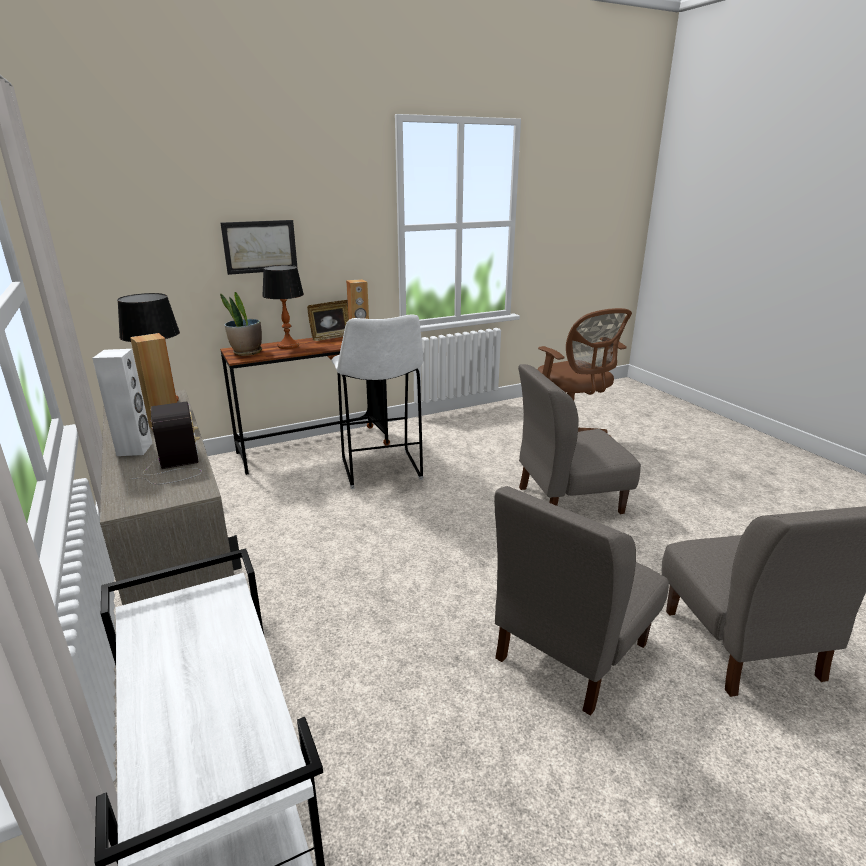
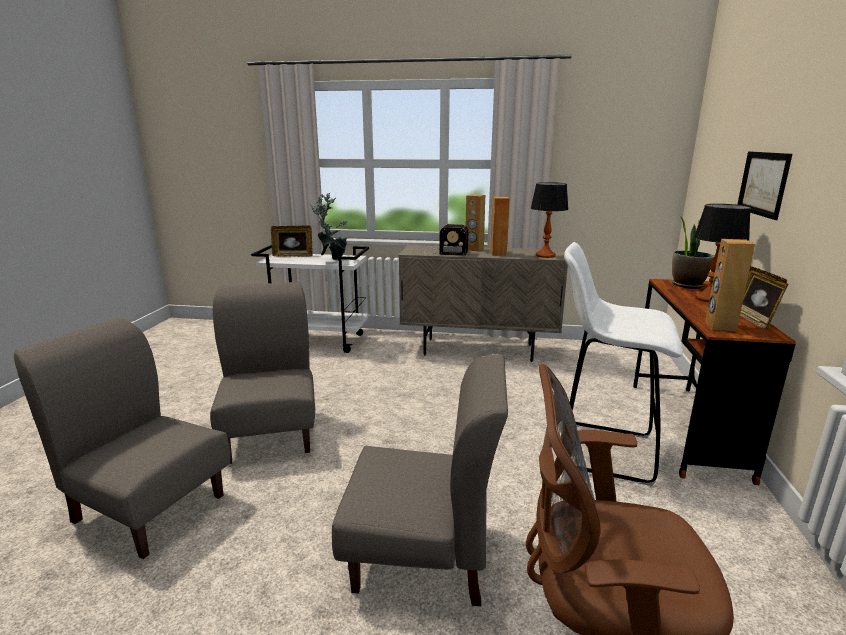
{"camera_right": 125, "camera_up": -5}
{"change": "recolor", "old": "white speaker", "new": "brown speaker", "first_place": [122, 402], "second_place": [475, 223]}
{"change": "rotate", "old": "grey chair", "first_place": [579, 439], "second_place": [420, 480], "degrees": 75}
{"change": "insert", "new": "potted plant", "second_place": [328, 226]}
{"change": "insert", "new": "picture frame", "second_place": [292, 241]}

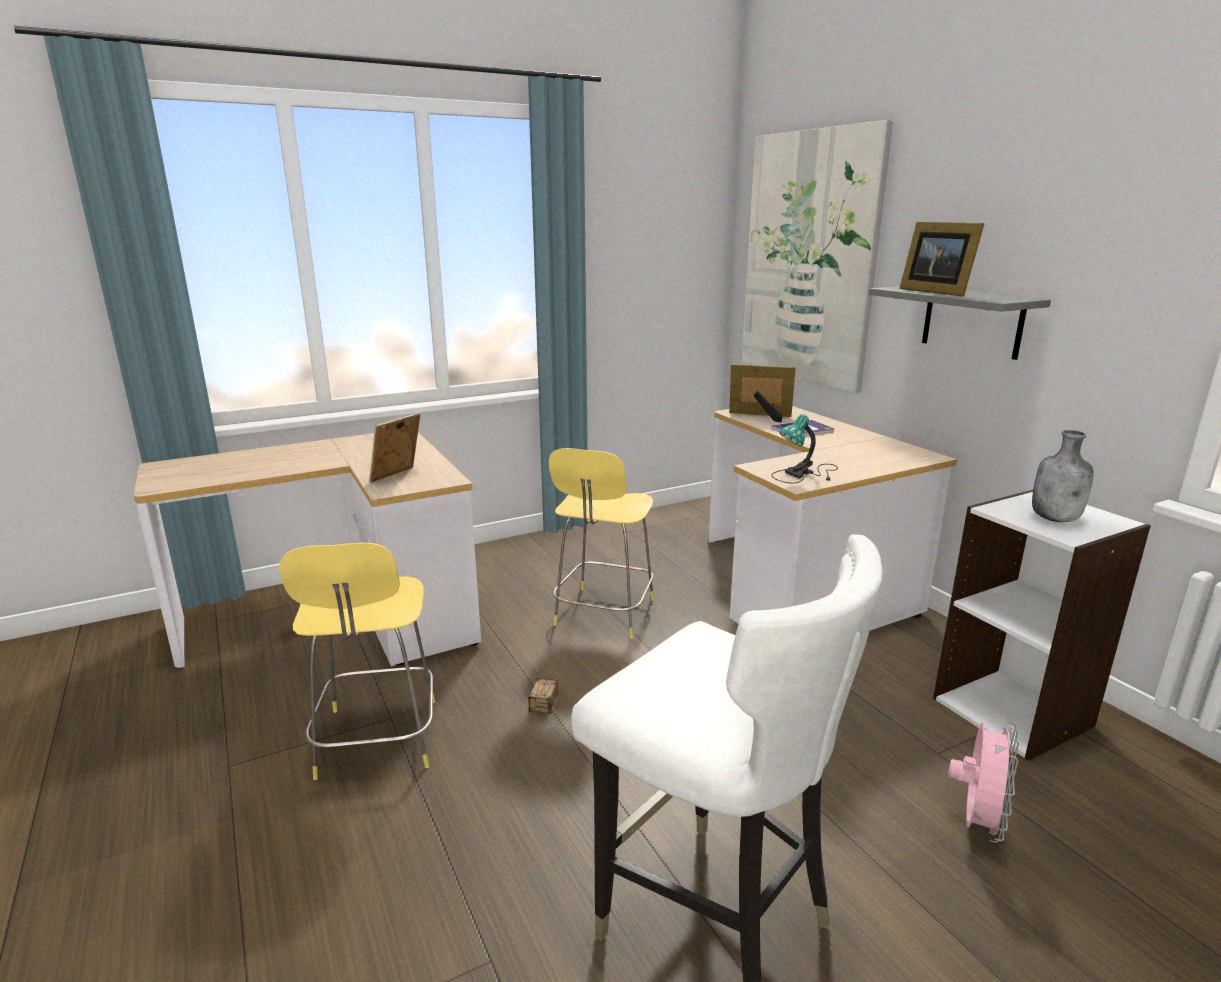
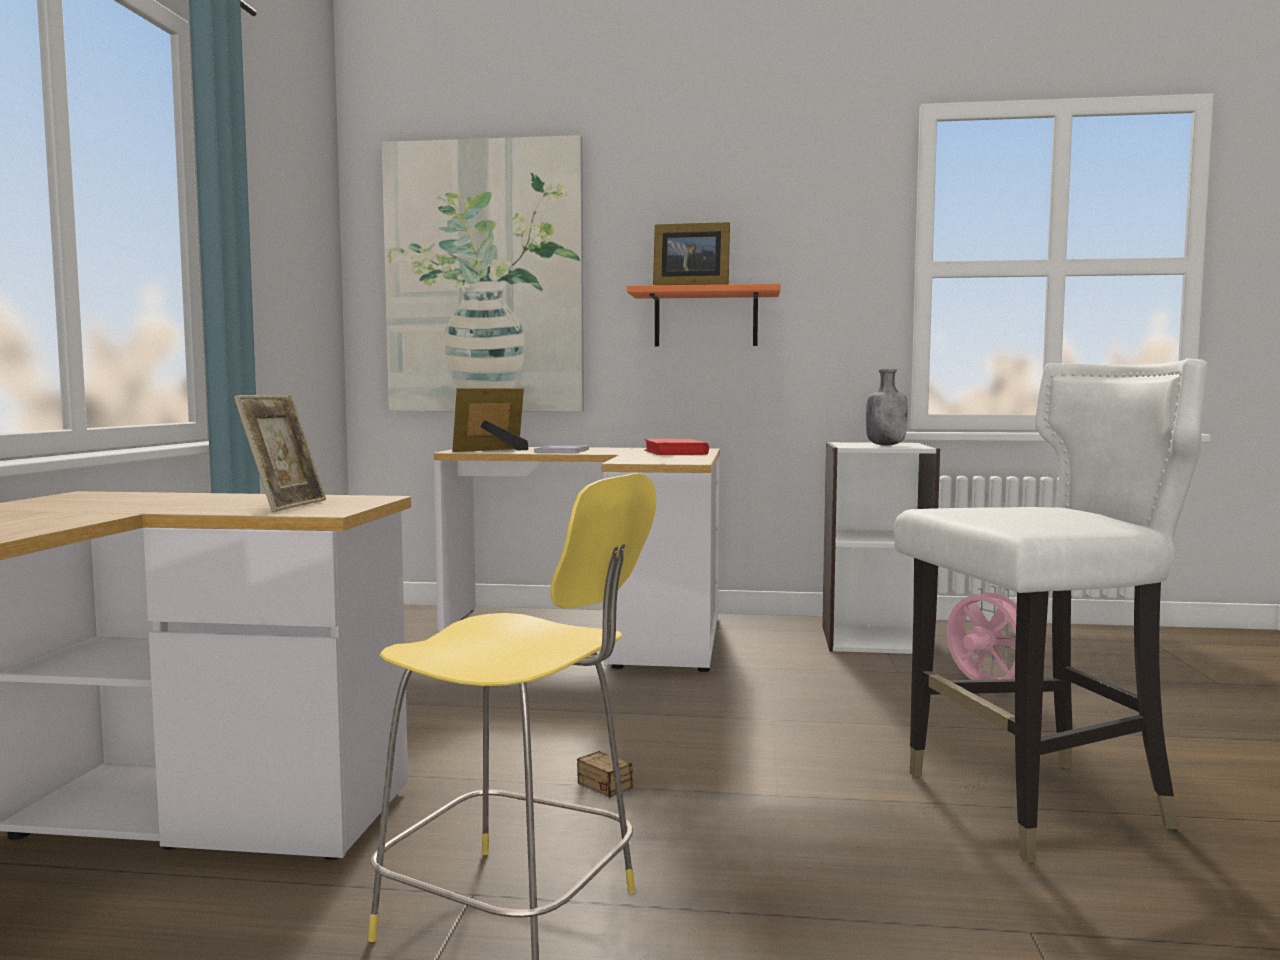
{"camera_right": -55, "camera_up": -15}
{"change": "recolor", "old": "grey shelf", "new": "orange shelf", "first_place": [960, 323], "second_place": [704, 315]}
{"change": "rotate", "old": "picture frame", "first_place": [394, 448], "second_place": [280, 453], "degrees": -150}
{"change": "delete", "old": "table lamp", "first_place": [805, 449]}
{"change": "delete", "old": "yellow stool", "first_place": [601, 543]}
{"change": "insert", "new": "red book", "second_place": [676, 447]}

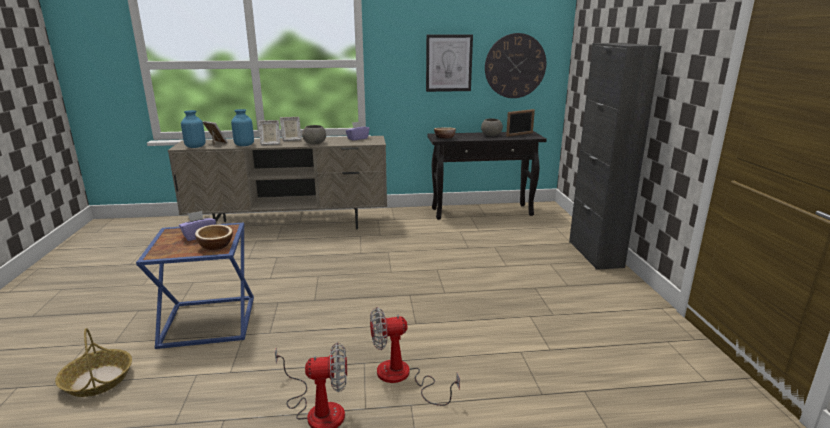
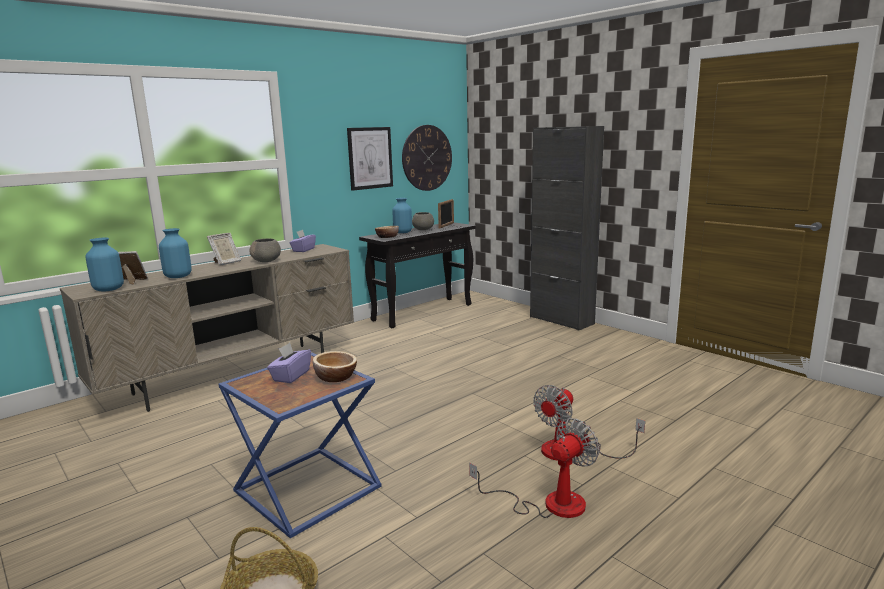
{"camera_right": -35, "camera_up": -5}
{"change": "delete", "old": "picture frame", "first_place": [269, 133]}
{"change": "insert", "new": "blue vase", "second_place": [402, 215]}

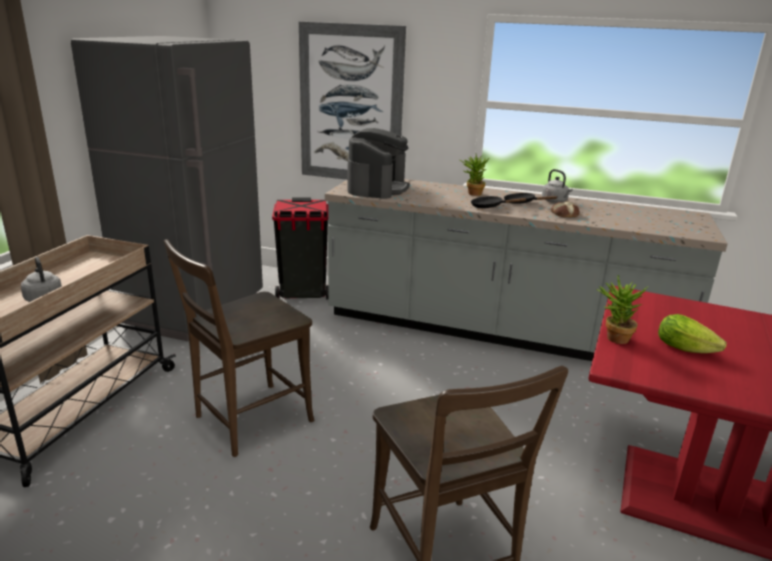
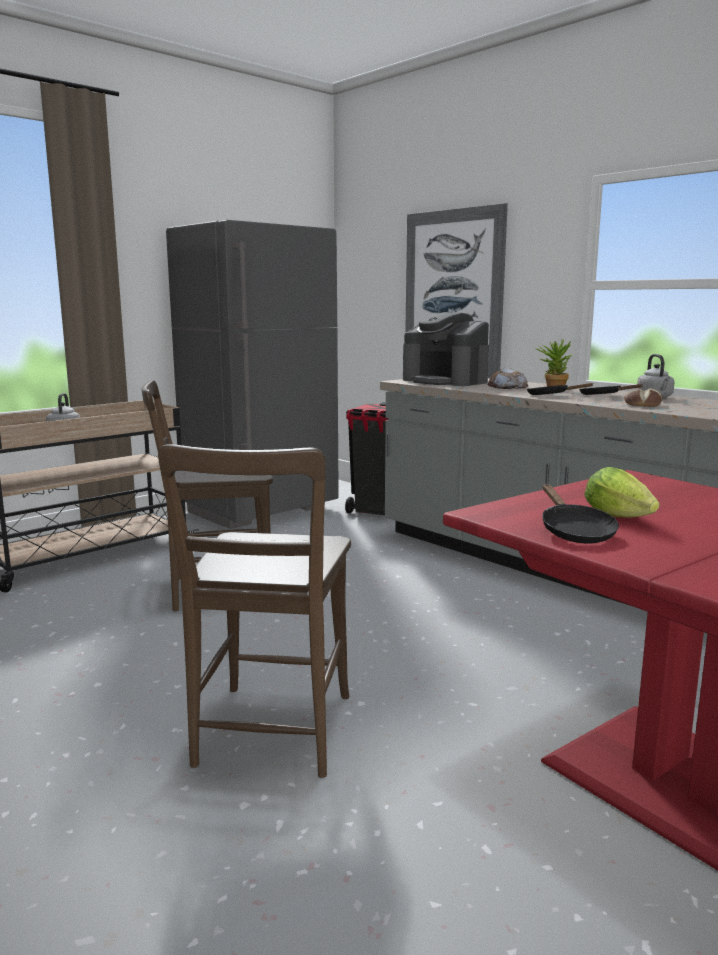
{"camera_right": 30, "camera_up": -10}
{"change": "rotate", "old": "coffee machine", "first_place": [378, 163], "second_place": [446, 349], "degrees": 90}
{"change": "delete", "old": "potted plant", "first_place": [622, 309]}
{"change": "insert", "new": "bread", "second_place": [508, 378]}
{"change": "insert", "new": "black frying pan", "second_place": [580, 513]}

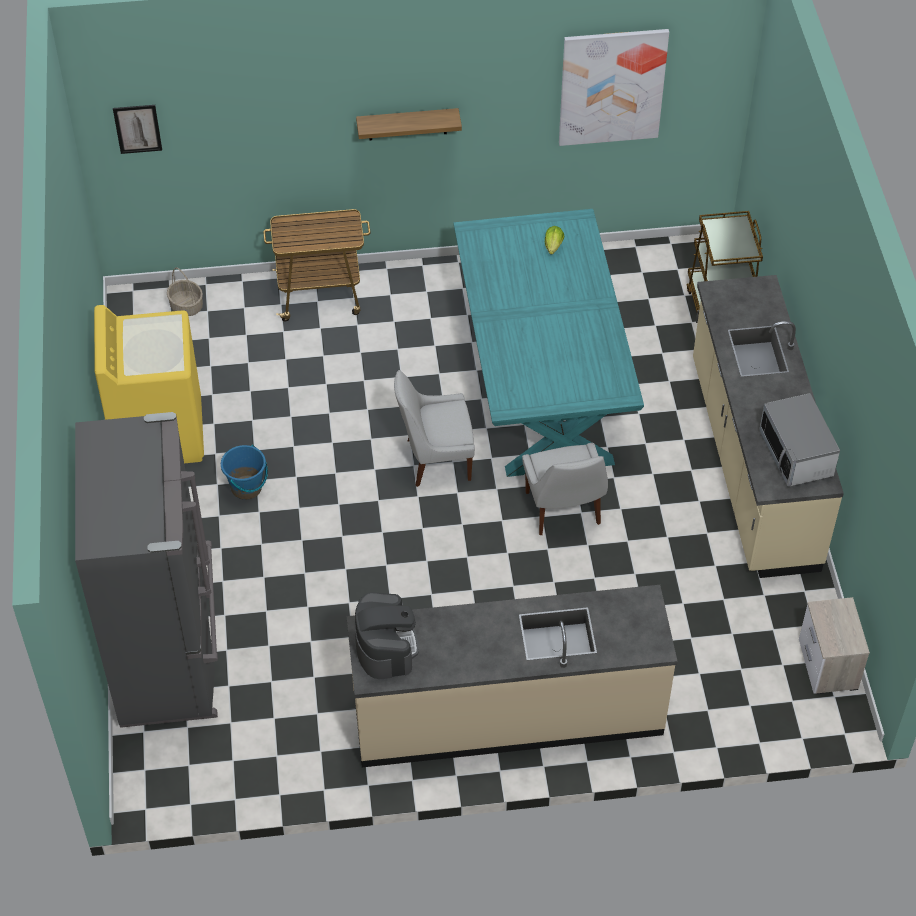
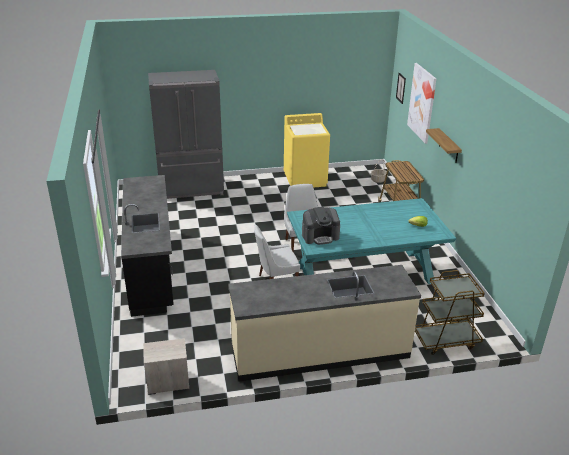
{"camera_right": 85, "camera_up": -20}
{"change": "move", "old": "picture", "first_place": [614, 87], "second_place": [421, 103]}
{"change": "delete", "old": "microwave", "first_place": [799, 440]}
{"change": "delete", "old": "blue bucket", "first_place": [244, 472]}
{"change": "recolor", "old": "beige counter", "new": "black counter", "first_place": [512, 676], "second_place": [147, 246]}
{"change": "move", "old": "coffee machine", "first_place": [387, 635], "second_place": [321, 226]}

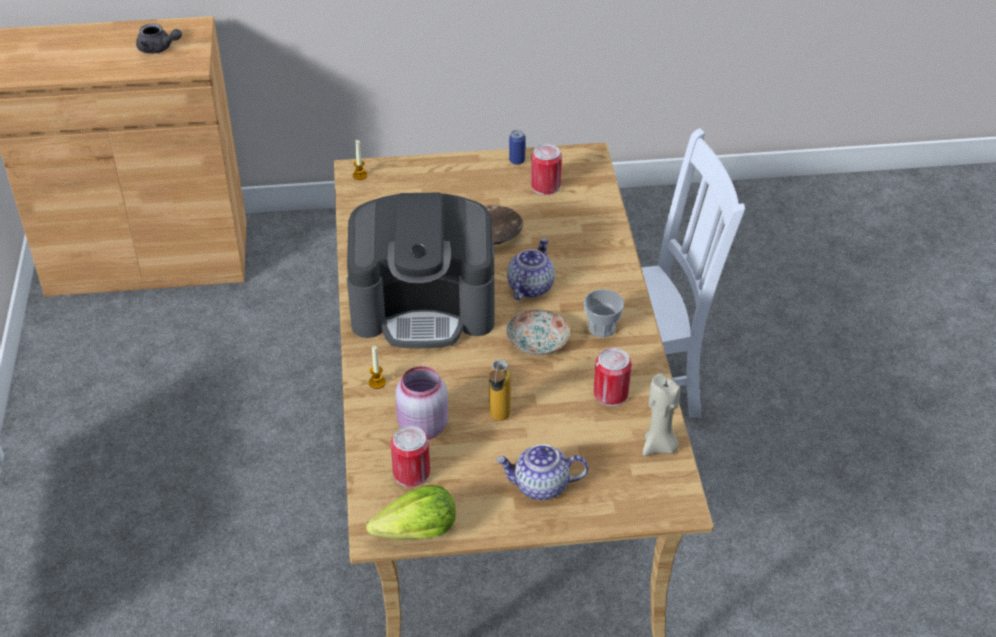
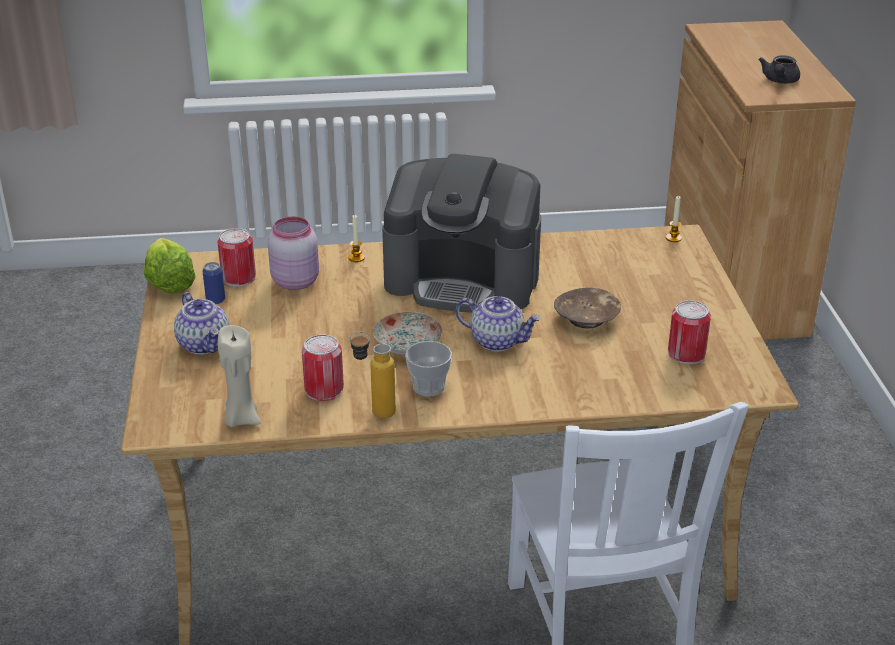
{"camera_right": 90, "camera_up": -10}
{"change": "move", "old": "can", "first_place": [517, 147], "second_place": [214, 283]}
{"change": "rotate", "old": "coffee machine", "first_place": [420, 270], "second_place": [461, 233], "degrees": -75}
{"change": "move", "old": "bottle", "first_place": [500, 390], "second_place": [373, 374]}
{"change": "rotate", "old": "teapot", "first_place": [542, 472], "second_place": [201, 323], "degrees": 150}

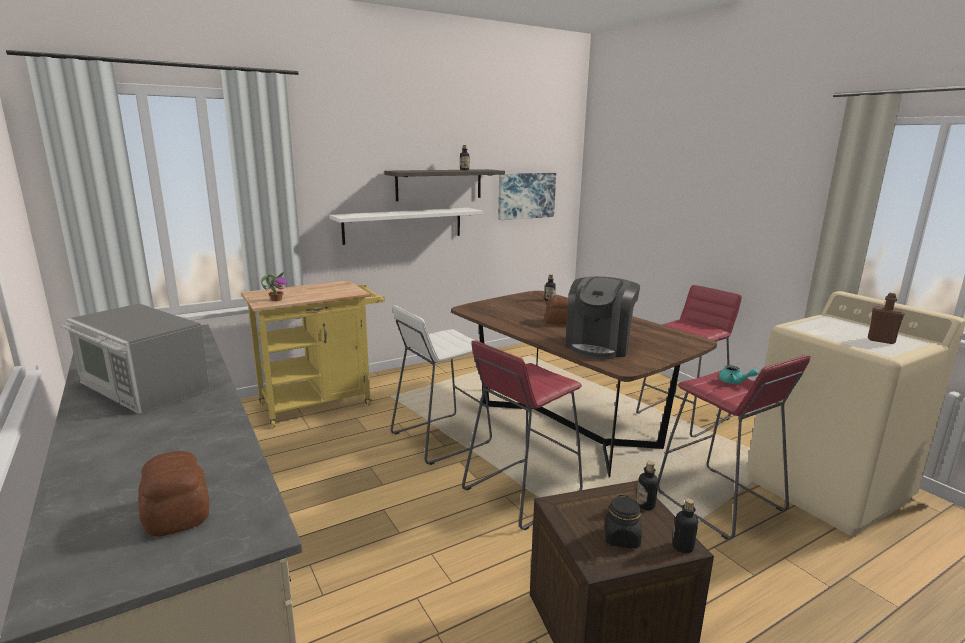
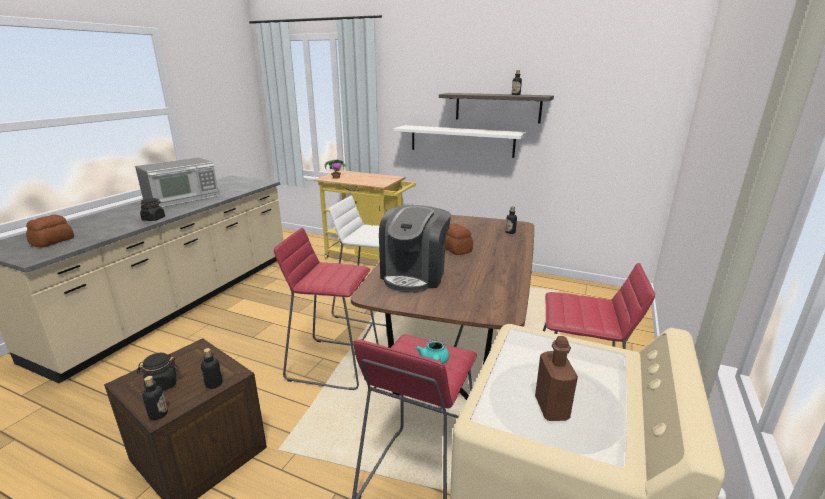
{"camera_right": 55, "camera_up": 5}
{"change": "delete", "old": "picture", "first_place": [527, 196]}
{"change": "rotate", "old": "coffee machine", "first_place": [602, 317], "second_place": [415, 248], "degrees": -60}
{"change": "rotate", "old": "microwave", "first_place": [135, 359], "second_place": [177, 182], "degrees": -135}
{"change": "insert", "new": "black jar", "second_place": [152, 209]}

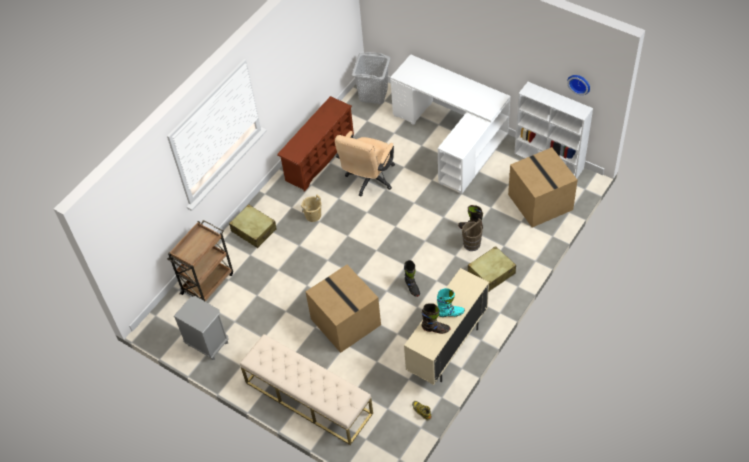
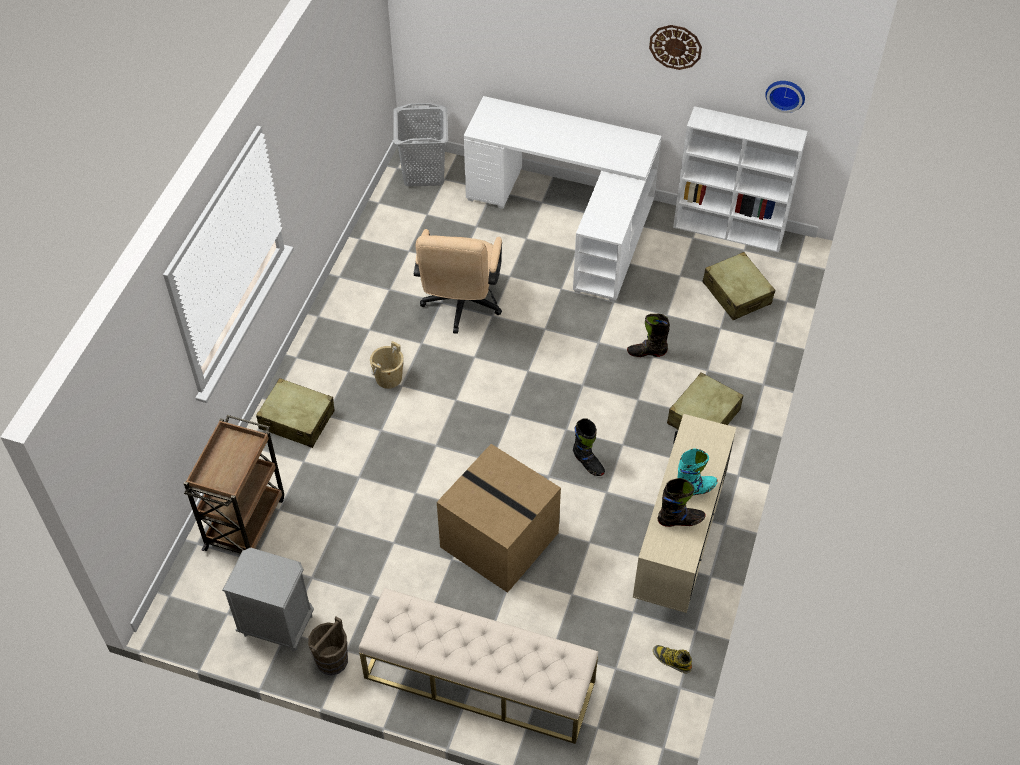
{"camera_right": -20, "camera_up": 0}
{"change": "delete", "old": "brown shoe rack", "first_place": [315, 144]}
{"change": "replace", "old": "cardboard box", "new": "beige suitcase", "first_place": [543, 187], "second_place": [738, 286]}
{"change": "move", "old": "brown bucket", "first_place": [472, 234], "second_place": [328, 646]}
{"change": "insert", "new": "wall clock", "second_place": [675, 47]}

